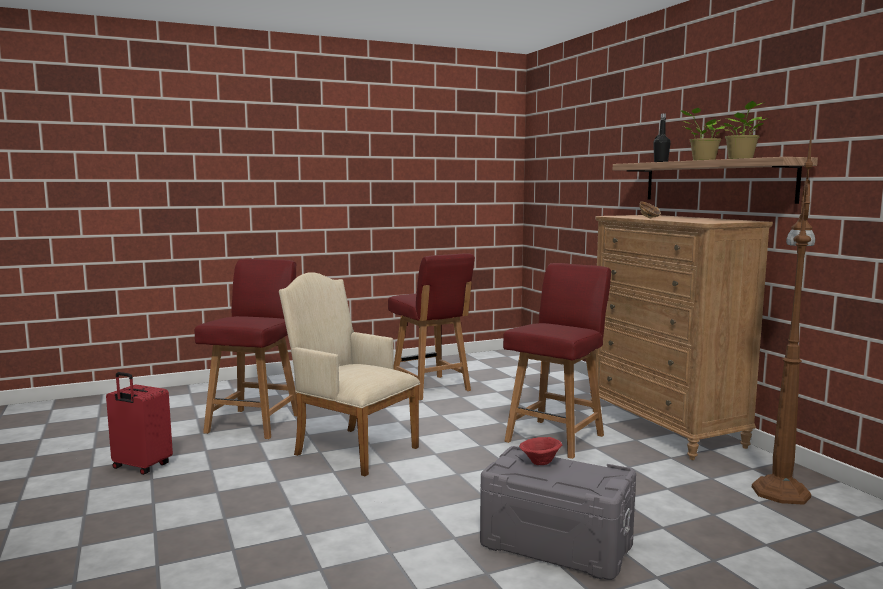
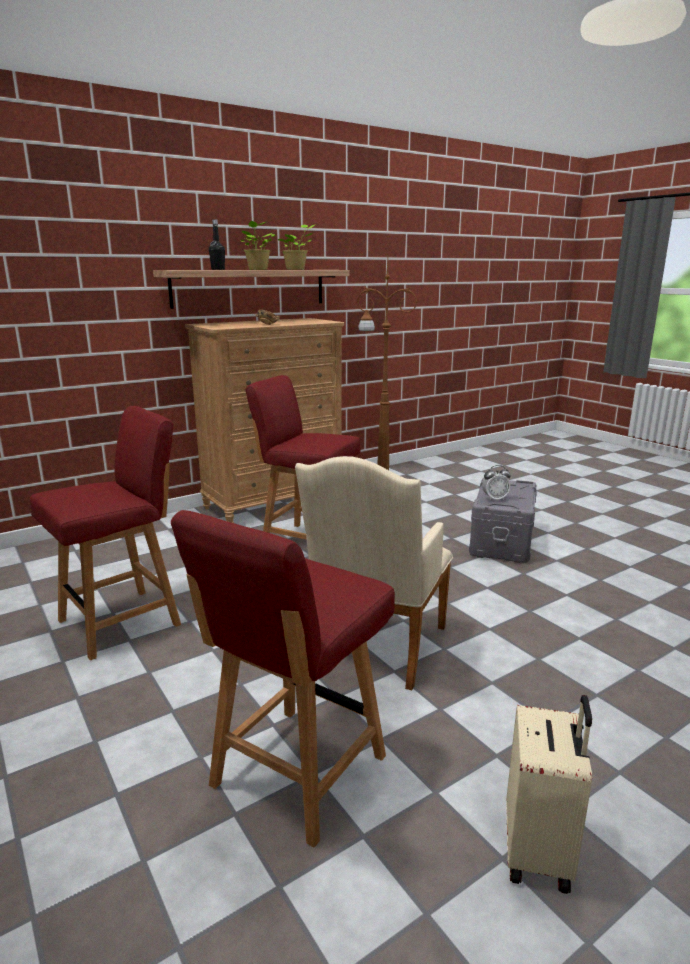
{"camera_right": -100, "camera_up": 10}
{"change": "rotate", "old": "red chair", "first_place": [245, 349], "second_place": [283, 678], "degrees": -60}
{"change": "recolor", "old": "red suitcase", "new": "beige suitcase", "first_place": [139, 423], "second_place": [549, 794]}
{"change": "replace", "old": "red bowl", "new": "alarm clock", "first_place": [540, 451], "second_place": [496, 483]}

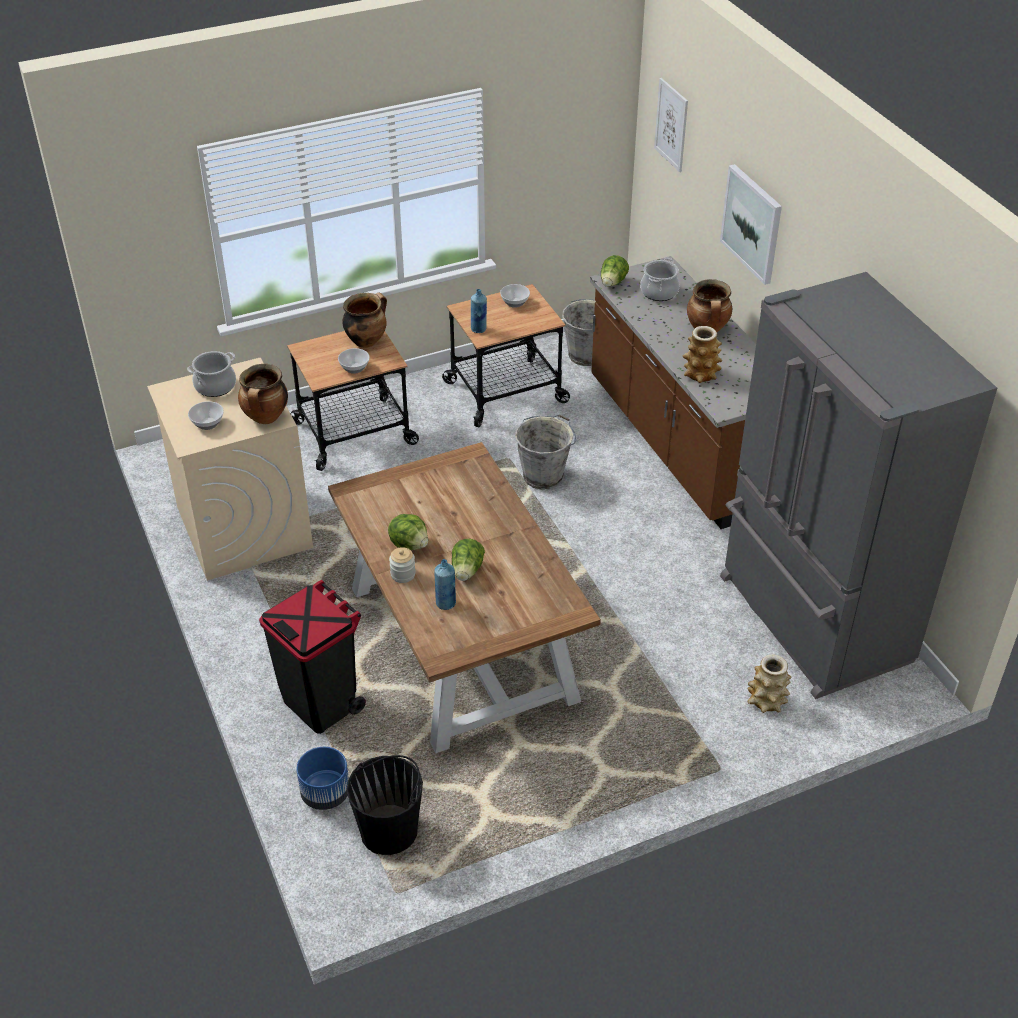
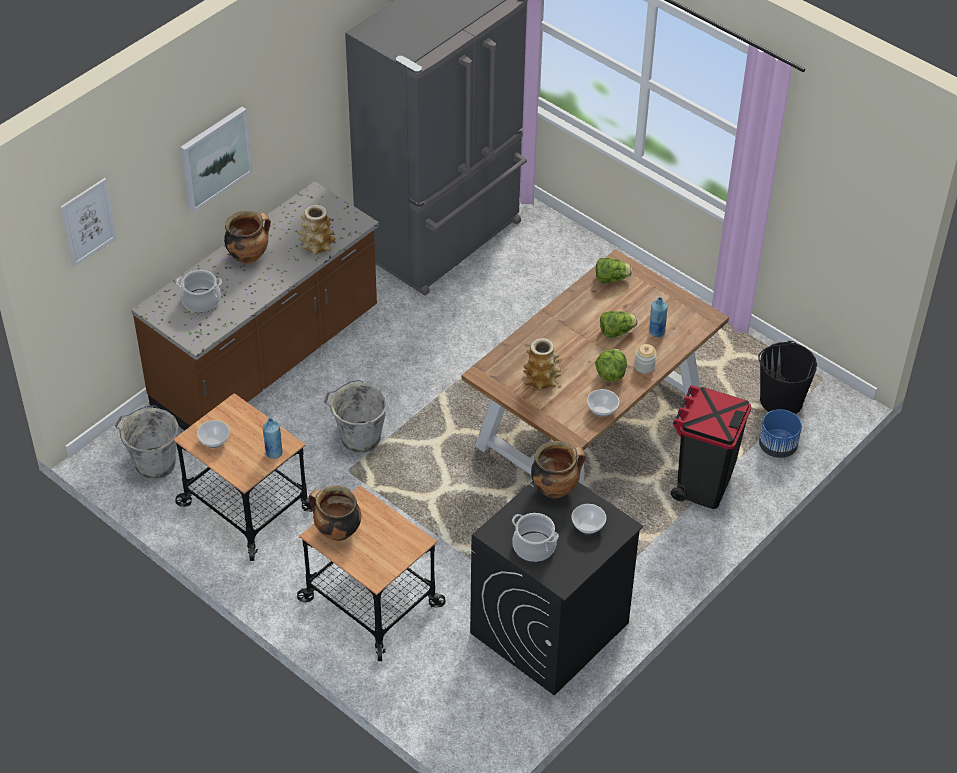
{"camera_right": -115, "camera_up": 5}
{"change": "move", "old": "lettuce", "first_place": [615, 271], "second_place": [614, 271]}
{"change": "move", "old": "bowl", "first_place": [354, 361], "second_place": [603, 403]}
{"change": "recolor", "old": "beige washing machine", "new": "black washing machine", "first_place": [230, 469], "second_place": [556, 588]}
{"change": "move", "old": "vase", "first_place": [769, 683], "second_place": [542, 364]}

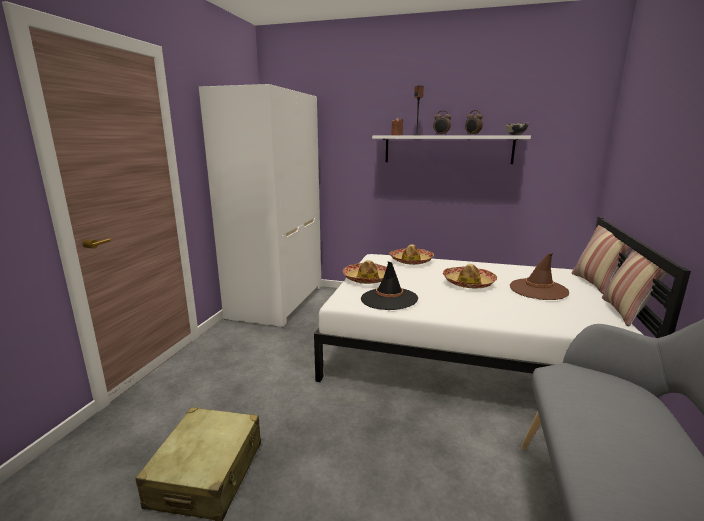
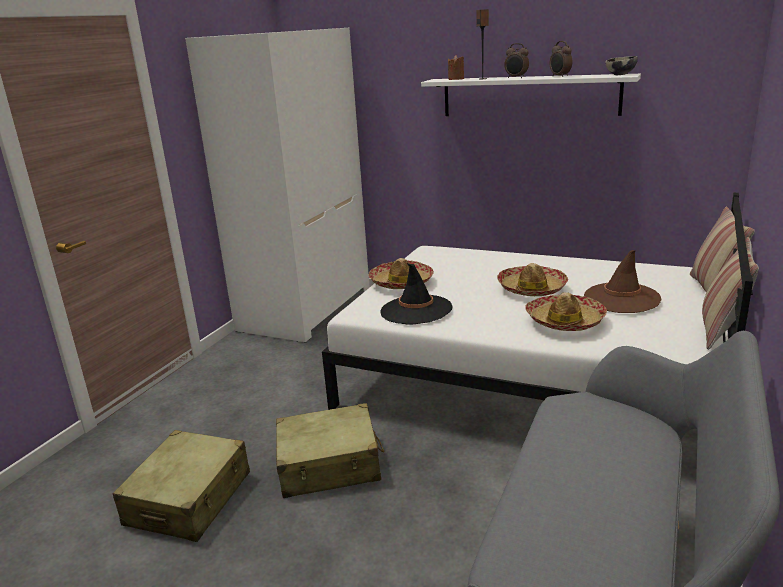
{"camera_right": 10, "camera_up": 5}
{"change": "move", "old": "hat", "first_place": [411, 254], "second_place": [566, 311]}
{"change": "insert", "new": "beige suitcase", "second_place": [330, 450]}

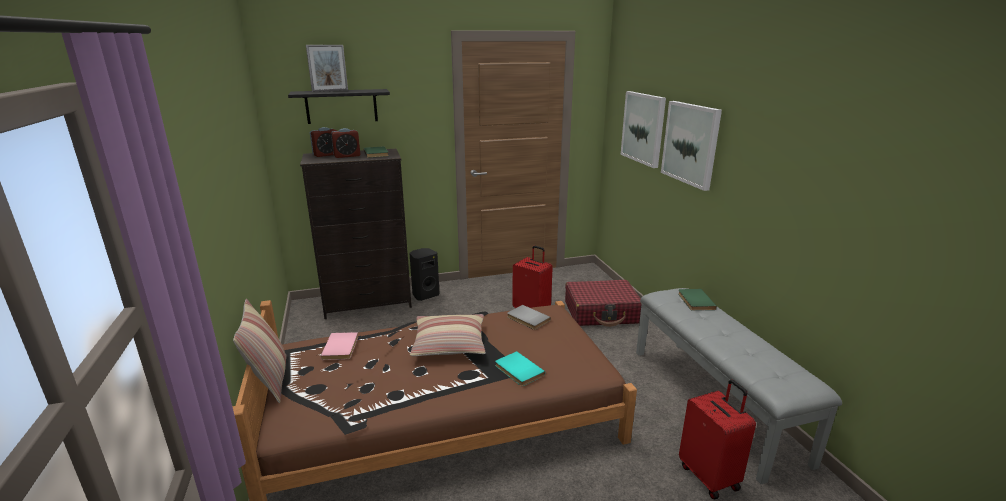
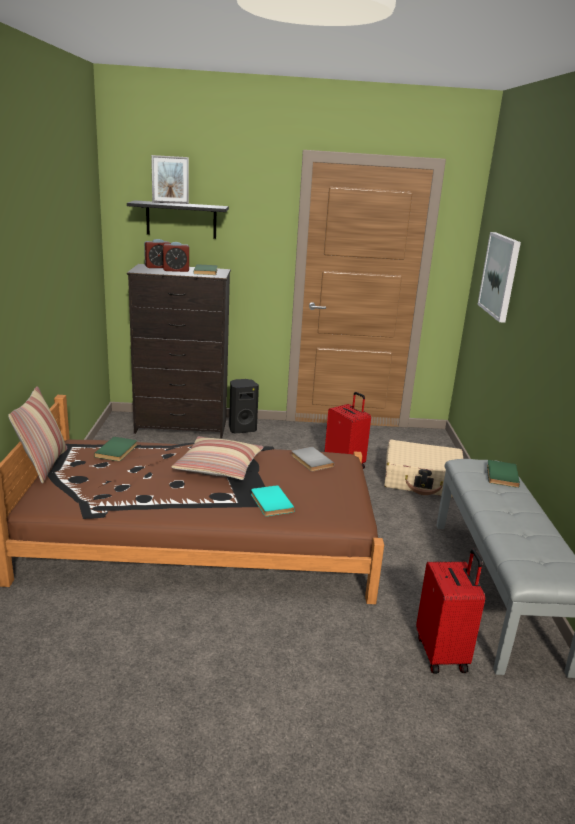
{"camera_right": 15, "camera_up": 0}
{"change": "delete", "old": "picture", "first_place": [691, 146]}
{"change": "recolor", "old": "red suitcase", "new": "beige suitcase", "first_place": [603, 303], "second_place": [423, 469]}
{"change": "recolor", "old": "pink book", "new": "green book", "first_place": [339, 346], "second_place": [115, 449]}

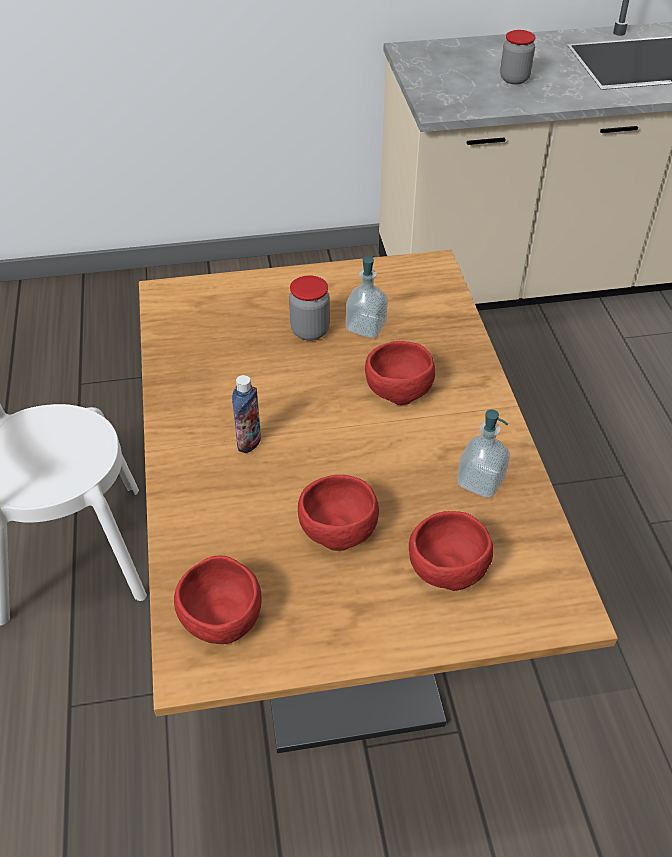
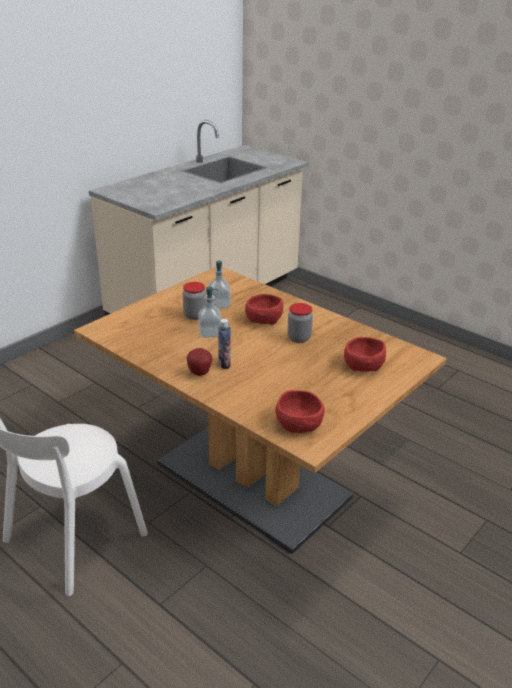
{"camera_right": -40, "camera_up": -15}
{"change": "move", "old": "jar", "first_place": [518, 57], "second_place": [300, 323]}
{"change": "move", "old": "soap dispenser", "first_place": [483, 454], "second_place": [209, 312]}
{"change": "delete", "old": "red bowl", "first_place": [338, 513]}
{"change": "insert", "new": "apple", "second_place": [199, 362]}

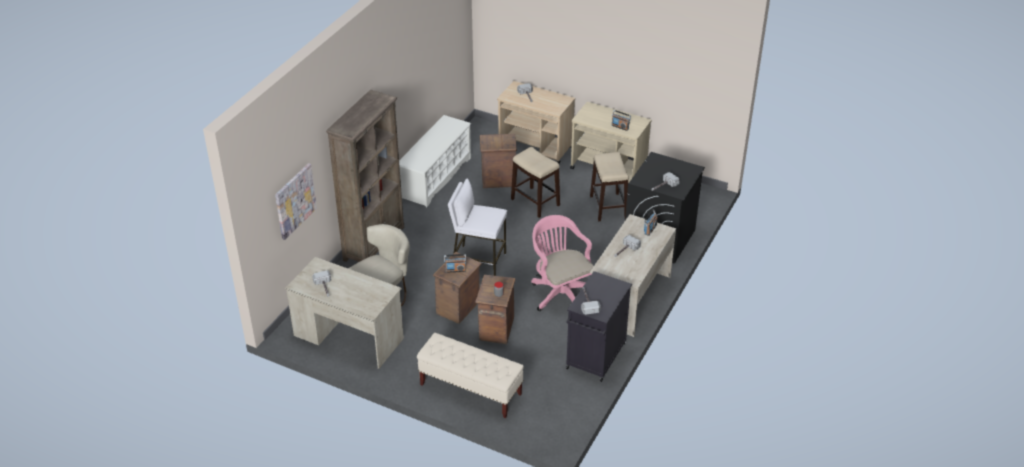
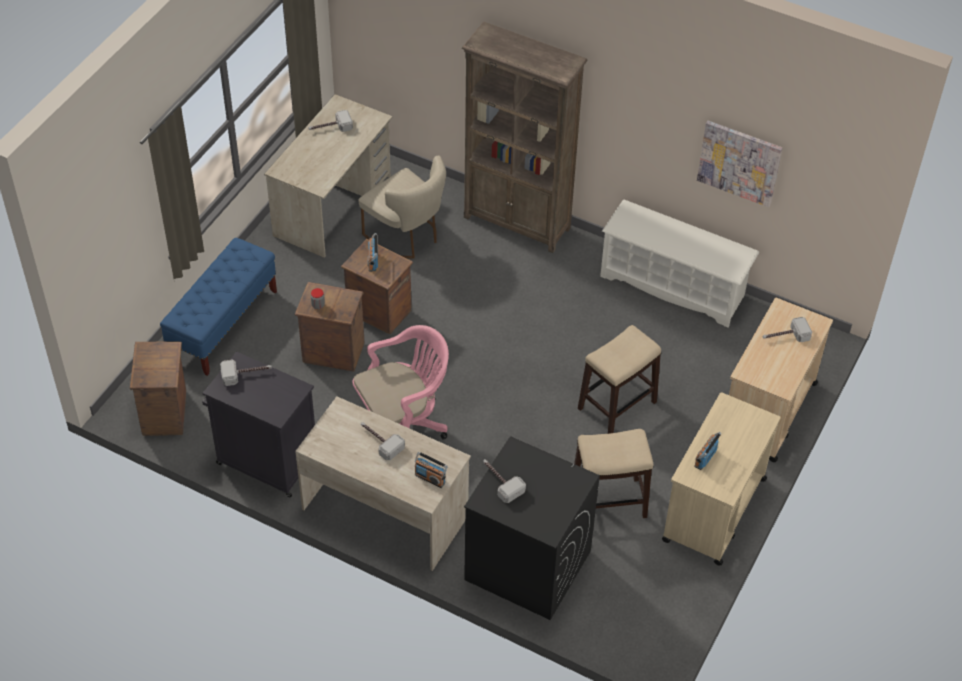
{"camera_right": 90, "camera_up": 10}
{"change": "move", "old": "crate", "first_place": [498, 161], "second_place": [158, 389]}
{"change": "move", "old": "picture", "first_place": [296, 201], "second_place": [739, 164]}
{"change": "delete", "old": "white stool", "first_place": [477, 227]}
{"change": "recolor", "old": "beige bench", "new": "blue bench", "first_place": [470, 375], "second_place": [218, 307]}

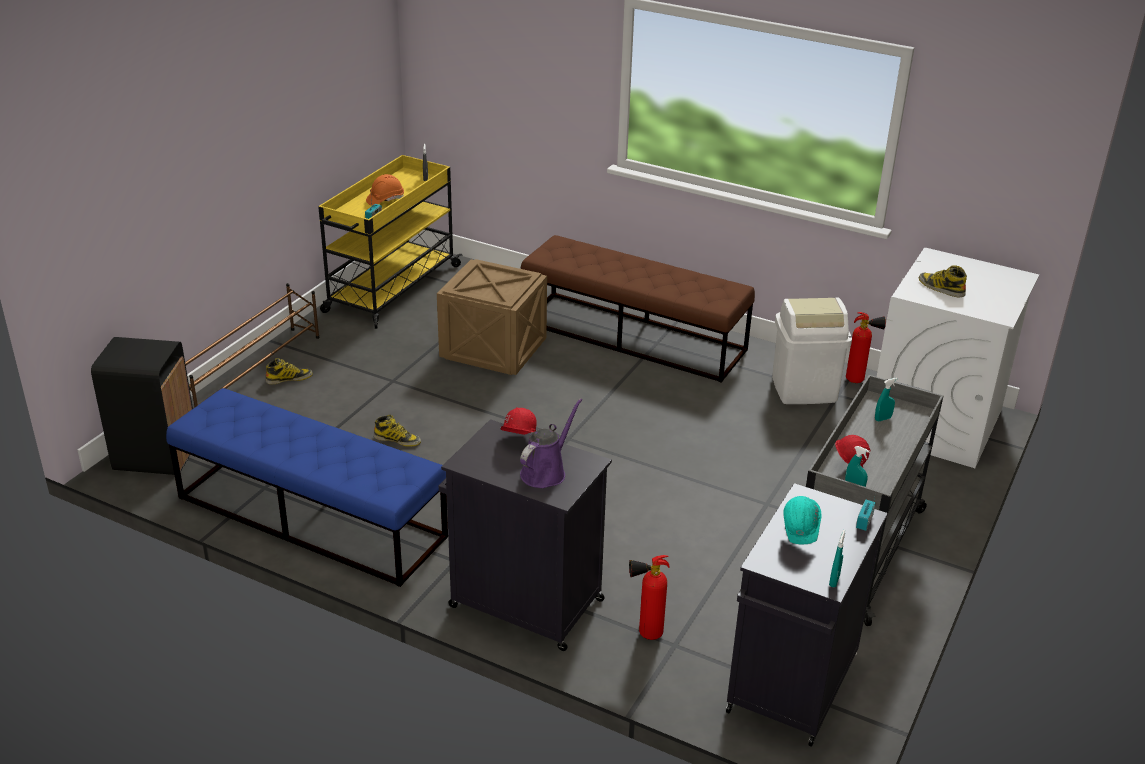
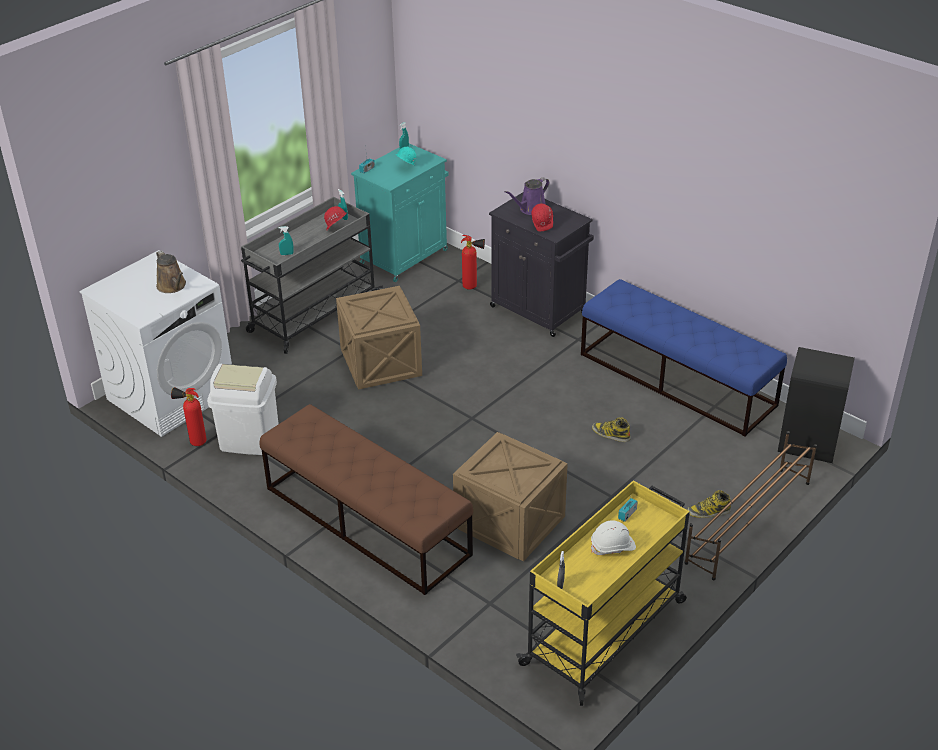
{"camera_right": -165, "camera_up": 5}
{"change": "recolor", "old": "orange hard hat", "new": "white hard hat", "first_place": [385, 190], "second_place": [613, 537]}
{"change": "replace", "old": "boot", "new": "brown watering can", "first_place": [943, 281], "second_place": [171, 271]}
{"change": "recolor", "old": "black cabinet", "new": "turquoise cabinet", "first_place": [807, 615], "second_place": [399, 213]}
{"change": "insert", "new": "crate", "second_place": [379, 338]}

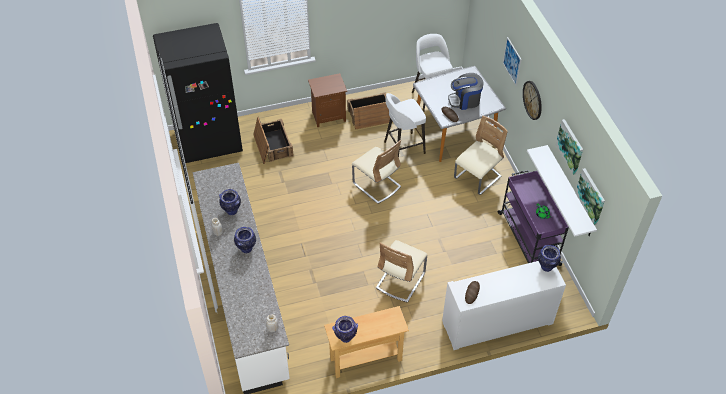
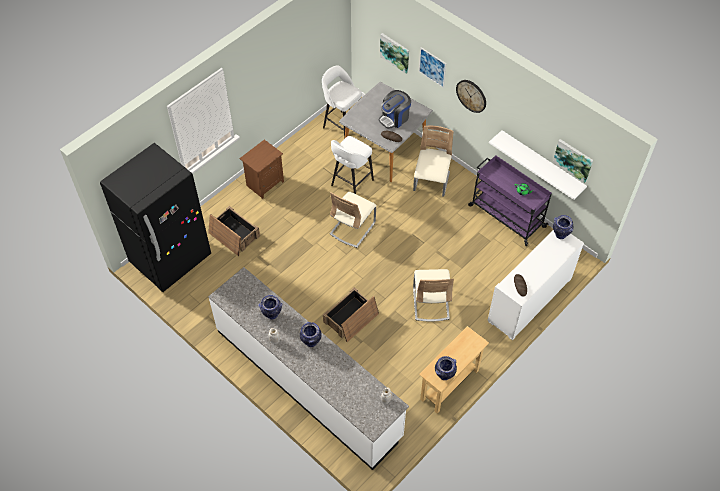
{"camera_right": -30, "camera_up": 5}
{"change": "move", "old": "crate", "first_place": [370, 111], "second_place": [351, 314]}
{"change": "move", "old": "picture", "first_place": [569, 147], "second_place": [394, 53]}
{"change": "rotate", "old": "beige chair", "first_place": [376, 172], "second_place": [353, 220], "degrees": 105}

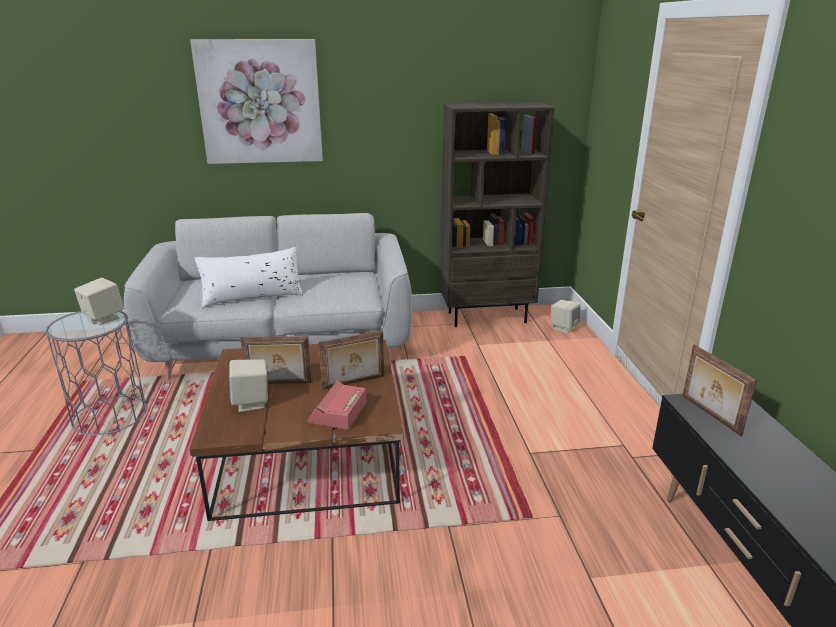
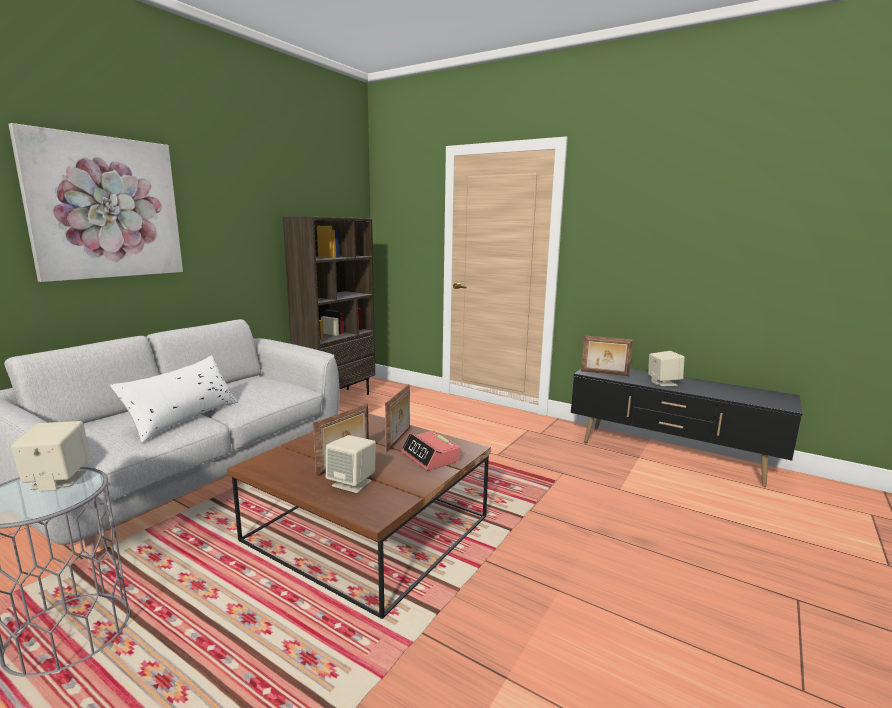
{"camera_right": -50, "camera_up": -10}
{"change": "move", "old": "beige speaker", "first_place": [566, 316], "second_place": [666, 368]}

